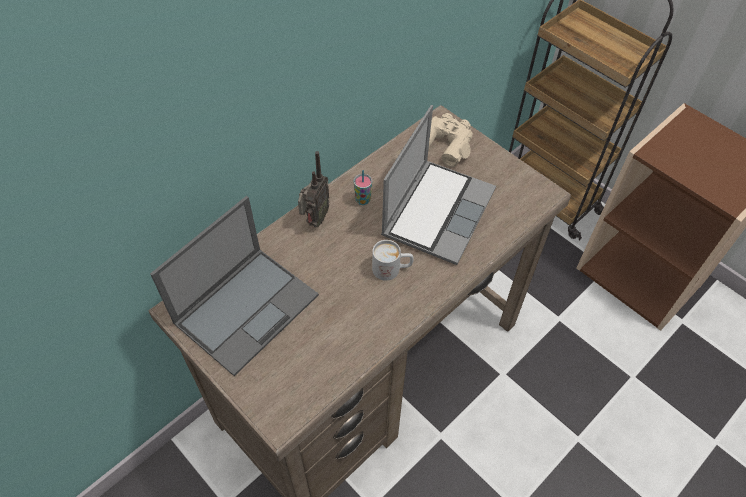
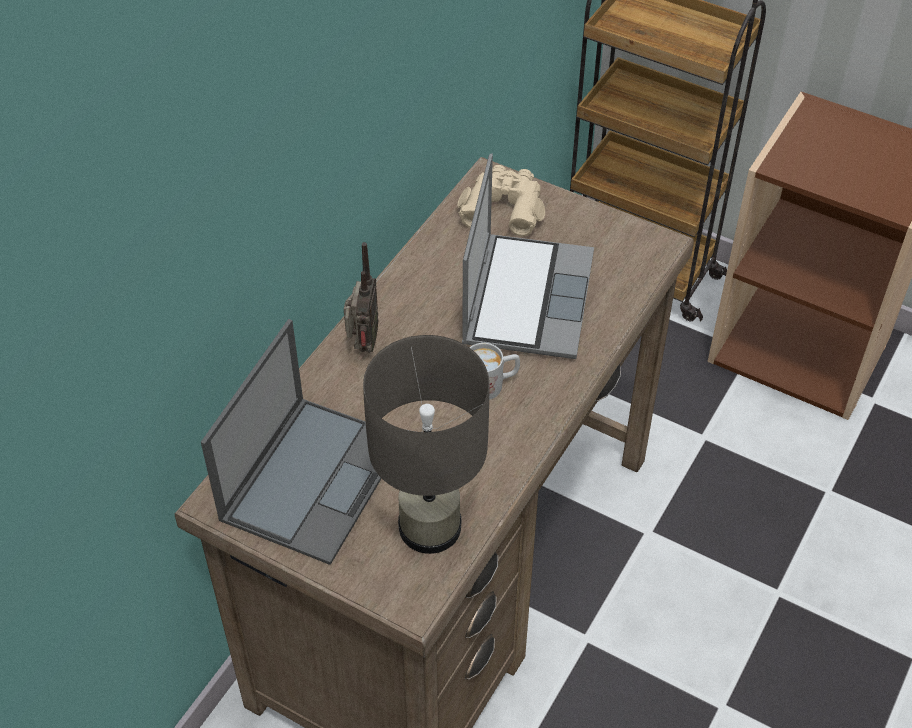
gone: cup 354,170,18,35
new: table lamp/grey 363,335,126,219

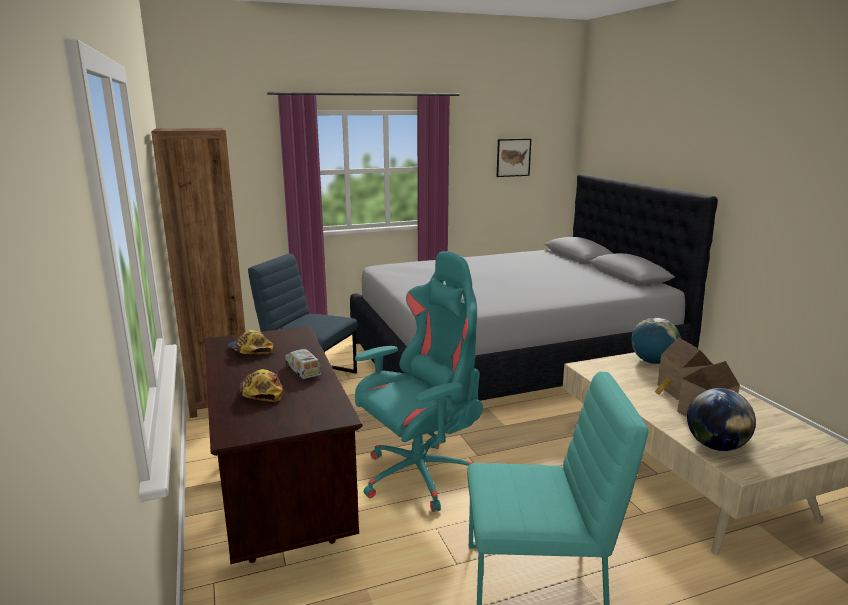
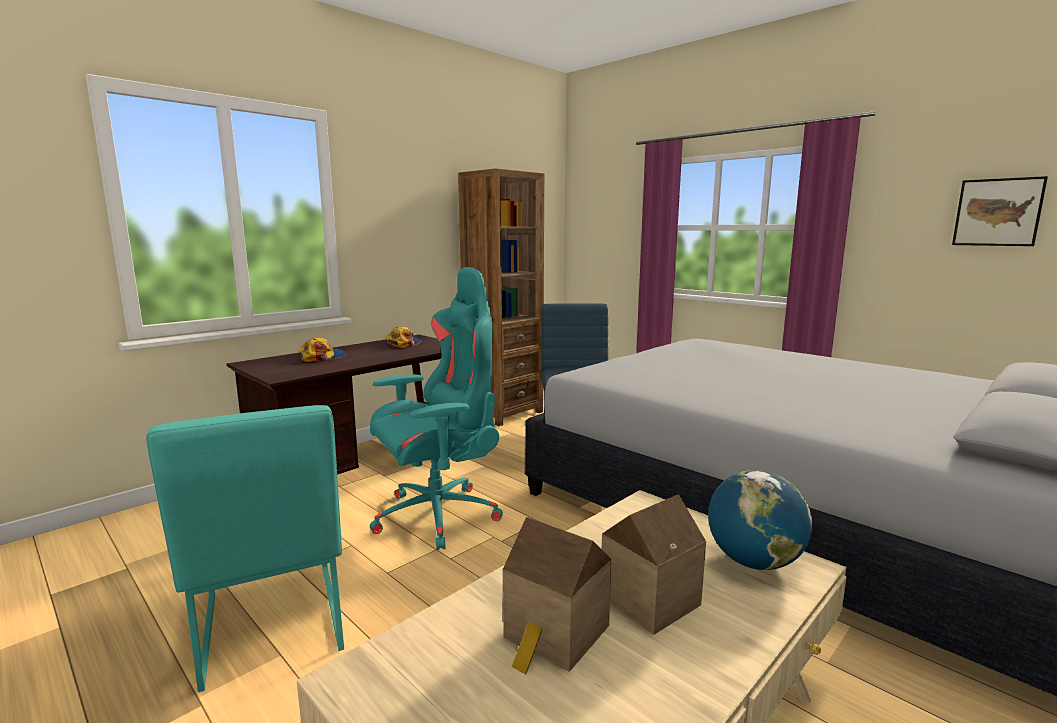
gone: toy truck 285,349,36,30; globe 687,388,69,63
rotated: office chair/turquoise 355,251,128,261 = 370,267,133,283 60 degrees counterclockwise

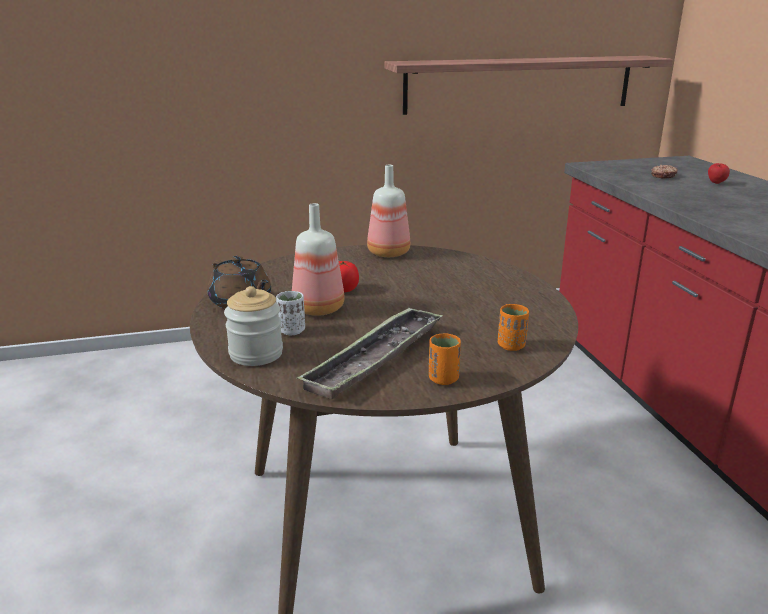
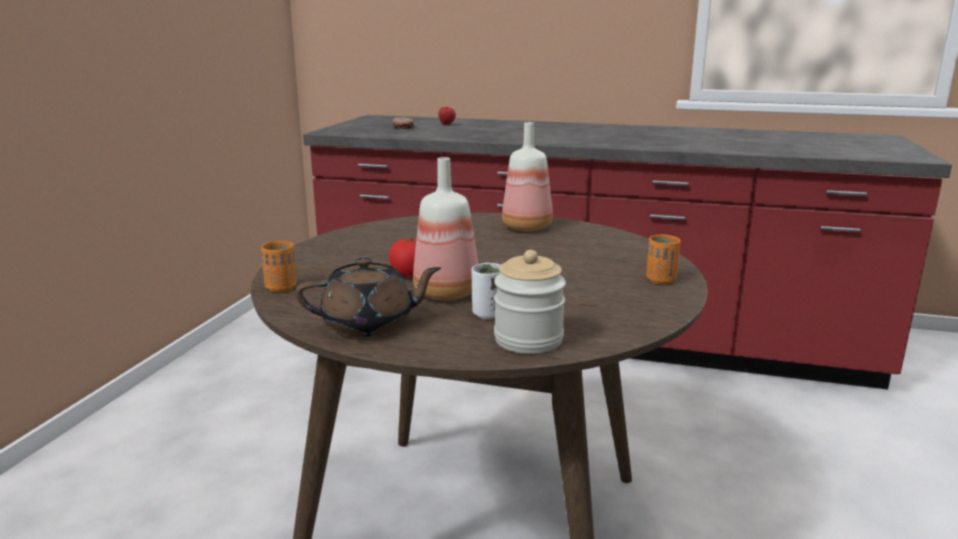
gone: tray 297,307,146,92; shelf 385,56,288,59
shifted: bottle 367,165,43,92 to 502,122,51,109; cup/orange 498,304,31,47 to 261,241,35,51

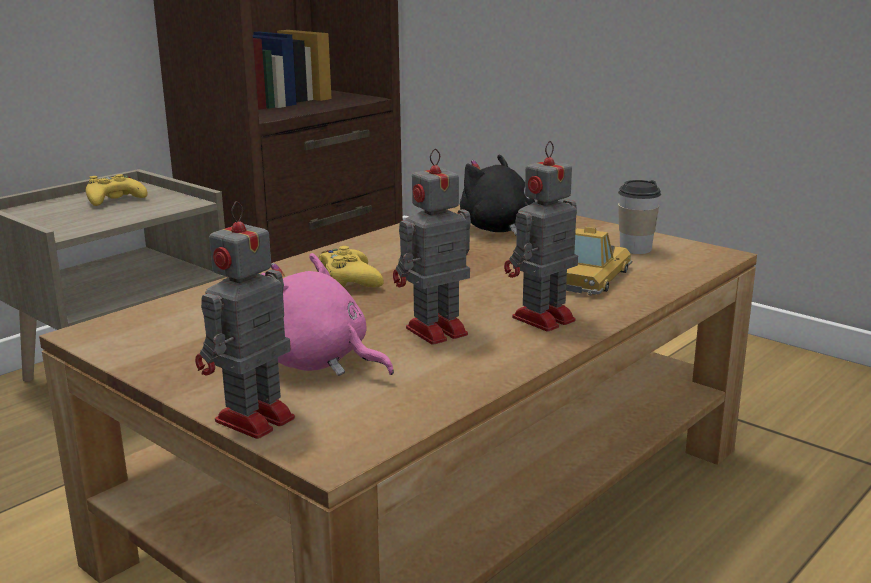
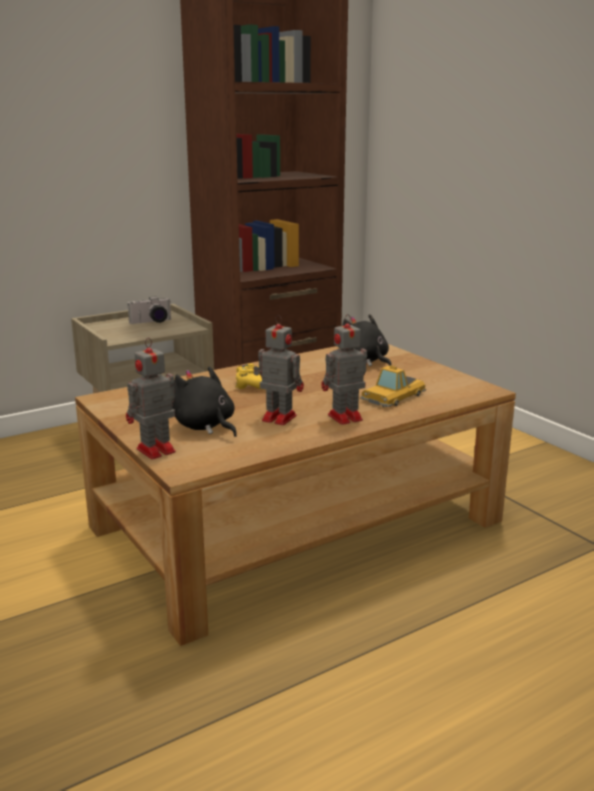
gone: cup 618,180,43,74
swapped: game controller/yellow 86,174,62,32 to photo camera 127,296,44,28
repainted: plush toy/pink 261,253,133,123 to plush toy/black 172,366,65,71
rotated: toy robot 393,148,78,197 = 253,315,51,110 45 degrees clockwise

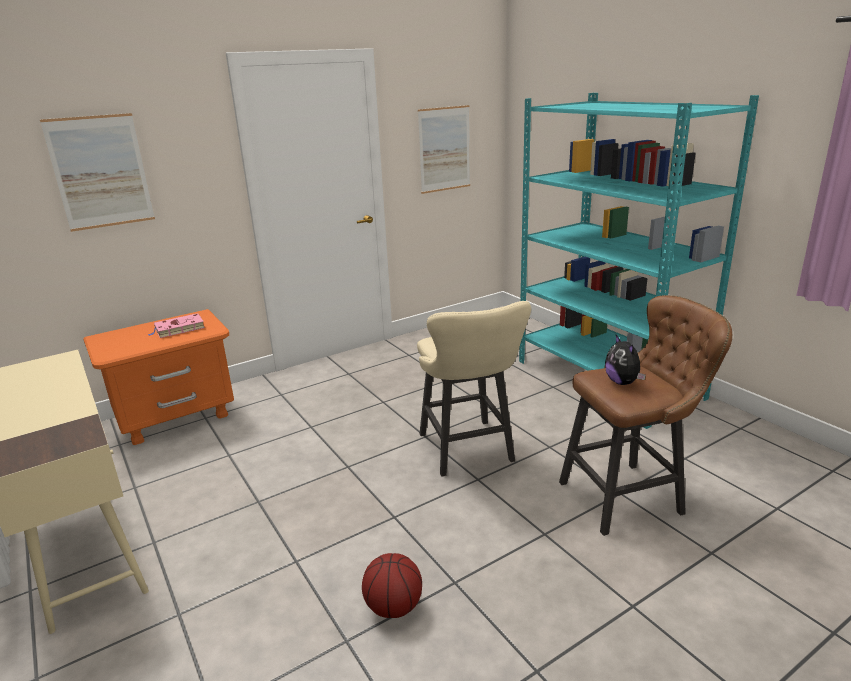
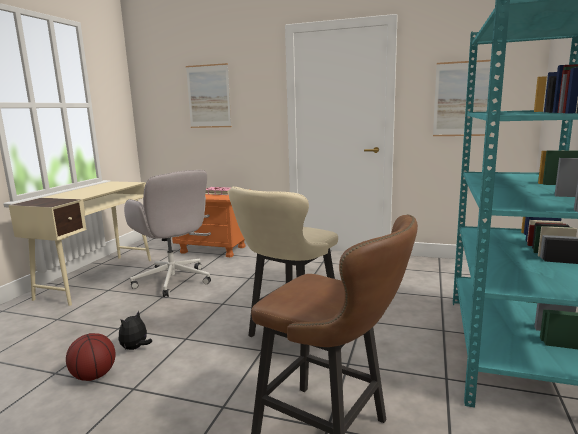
new: office chair/grey 124,170,87,127
shifted: plush toy 605,335,41,50 to 119,310,33,40

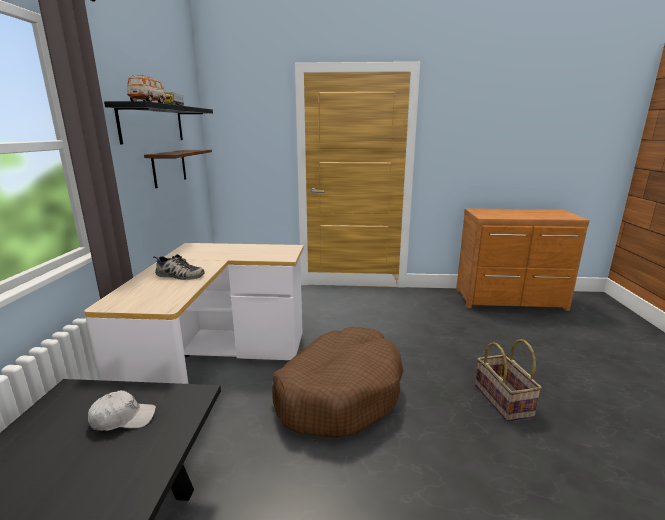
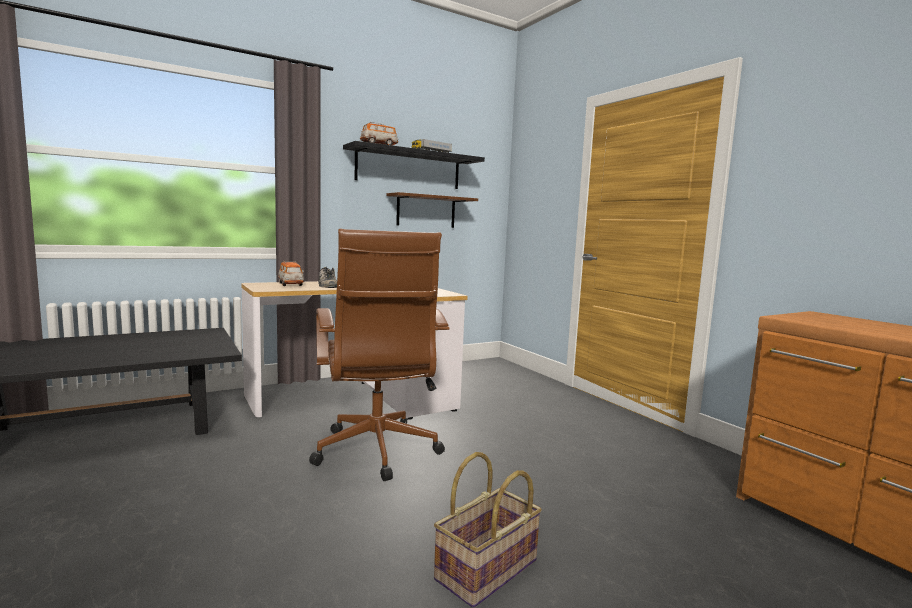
gone: cap/white 88,390,68,41
new: toy car 278,261,26,25
swapped: dog bed/brown 272,327,131,110 to office chair/brown 309,229,140,252

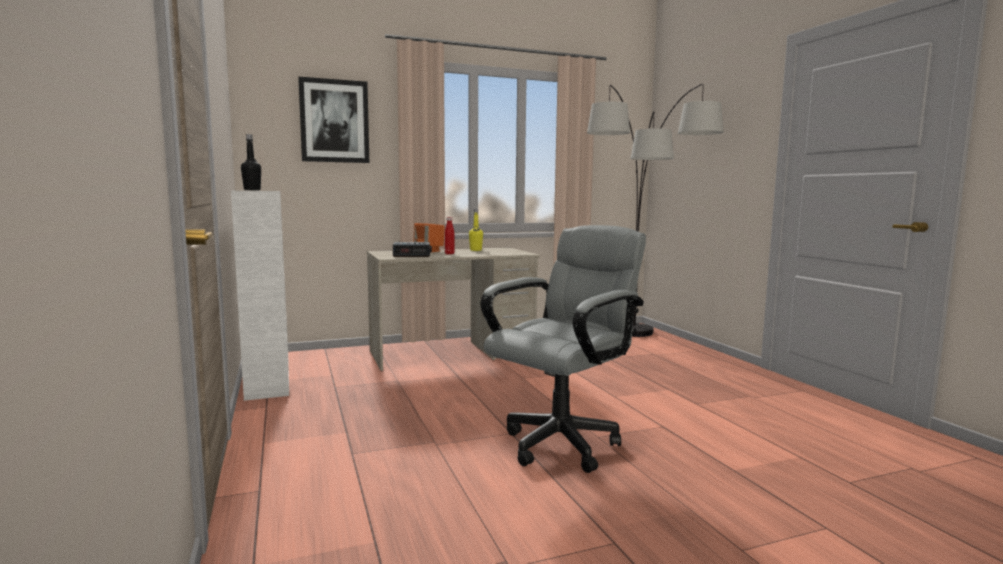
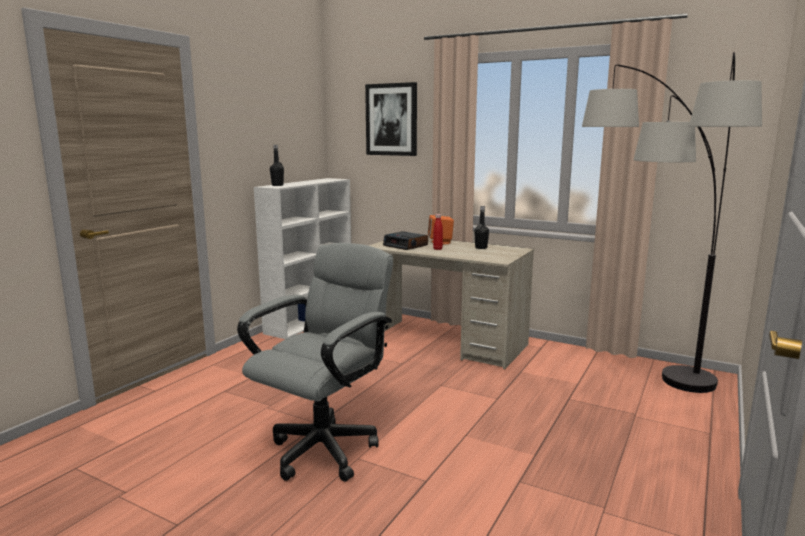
repainted: bottle/yellow 469,209,14,42 to bottle/black 474,206,15,43
rotated: office chair/grey 481,225,165,248 = 237,243,156,239 60 degrees counterclockwise

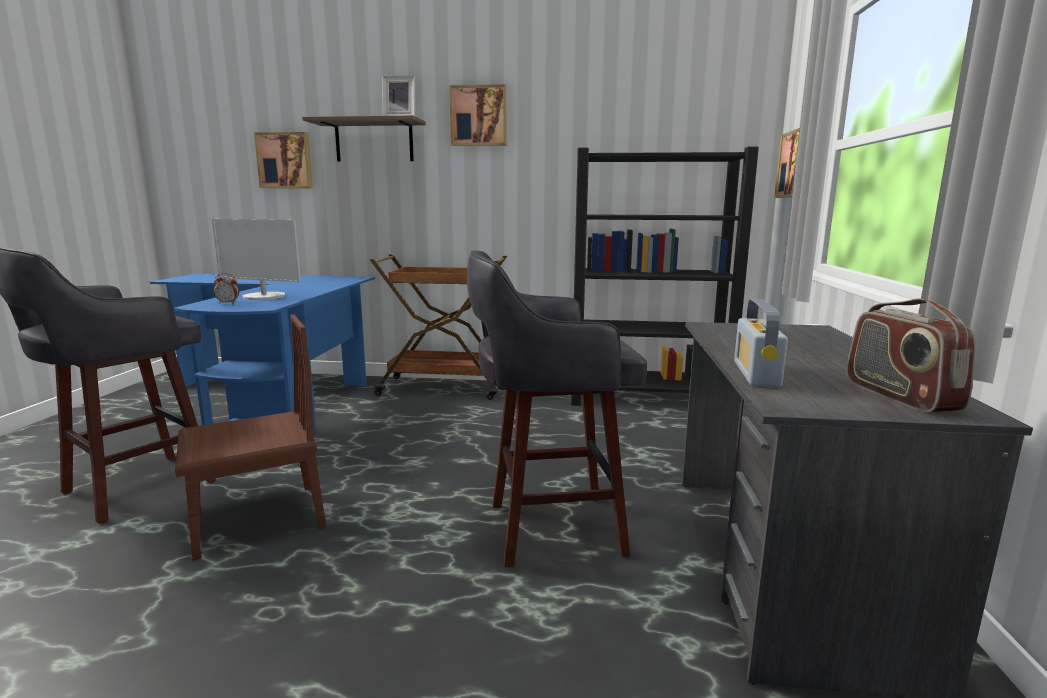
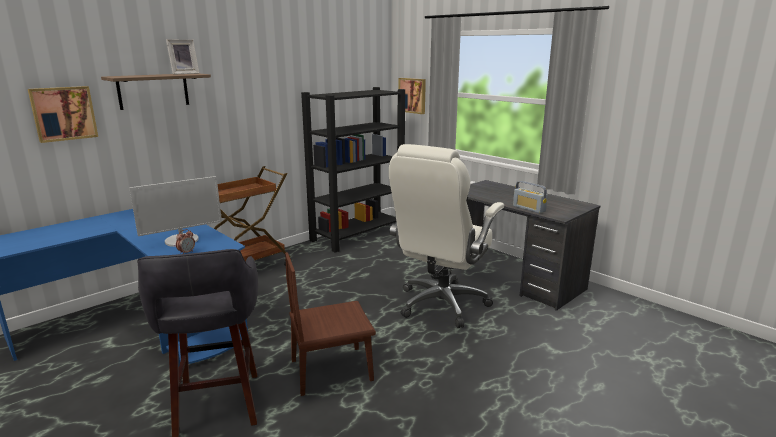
gone: picture 449,84,58,62; radio 846,298,130,115
swapped: stool/grey 467,251,180,316 to office chair/white 389,144,115,184
rotated: chair/brown 175,314,151,246 = 285,252,91,144 120 degrees counterclockwise

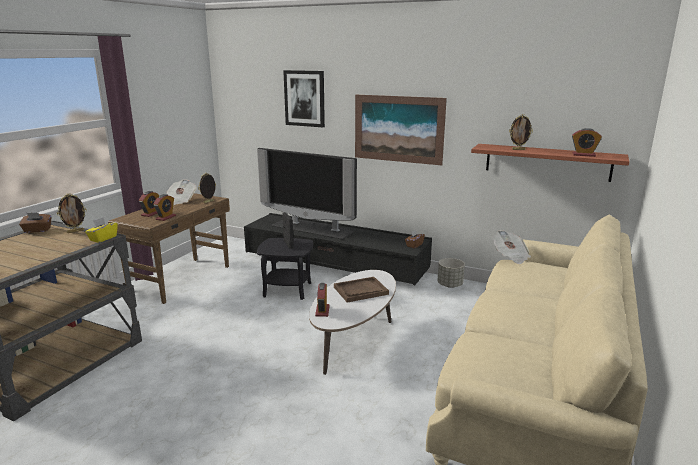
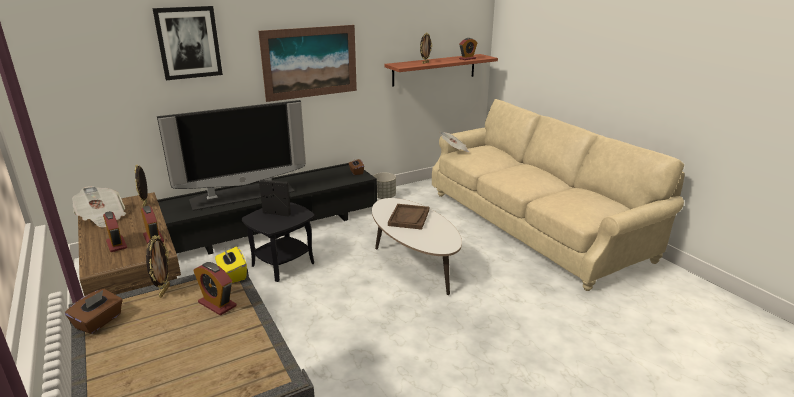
shifted: alarm clock 315,283,15,34 to 194,262,43,54

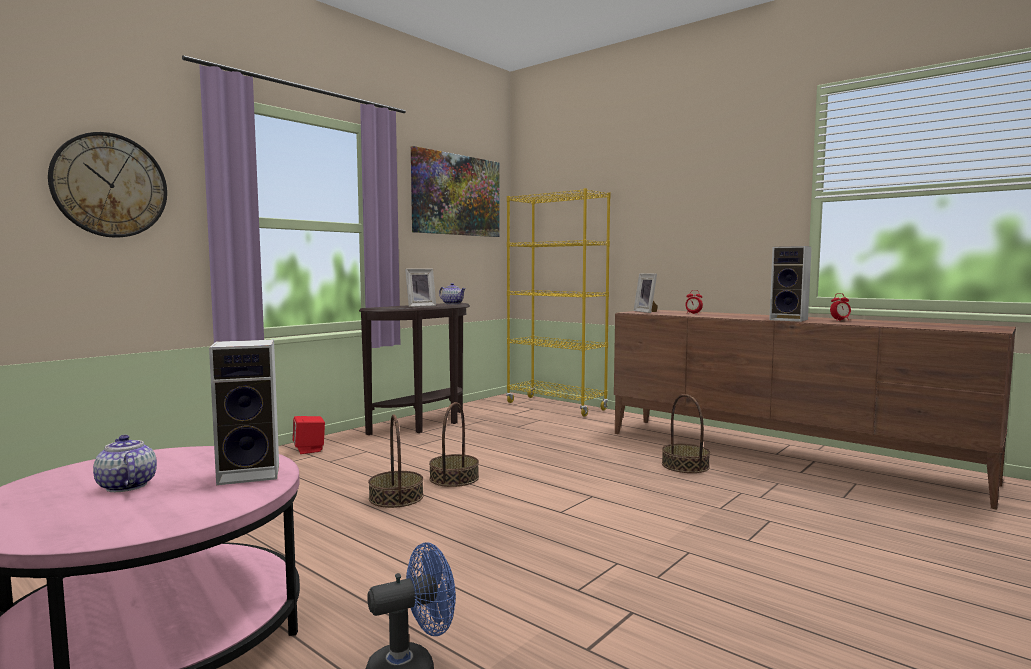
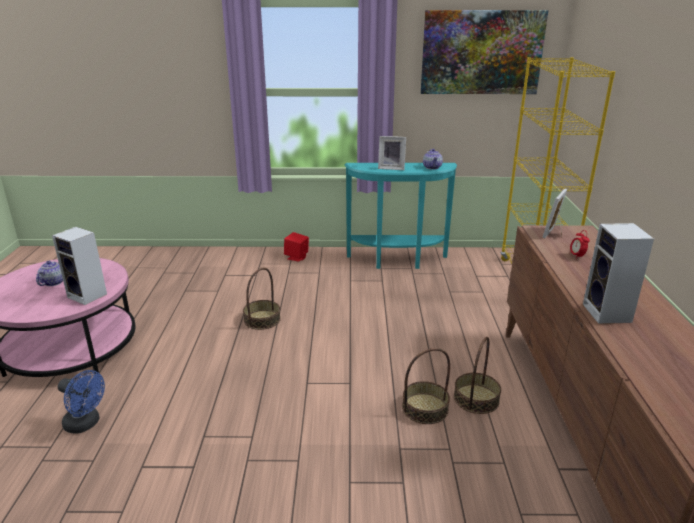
gone: wall clock 48,132,119,106; alarm clock 830,293,21,28
shifted: basket 429,402,50,85 to 402,348,48,76
repainted: console table/brown 359,303,111,132 to console table/turquoise 344,163,113,106

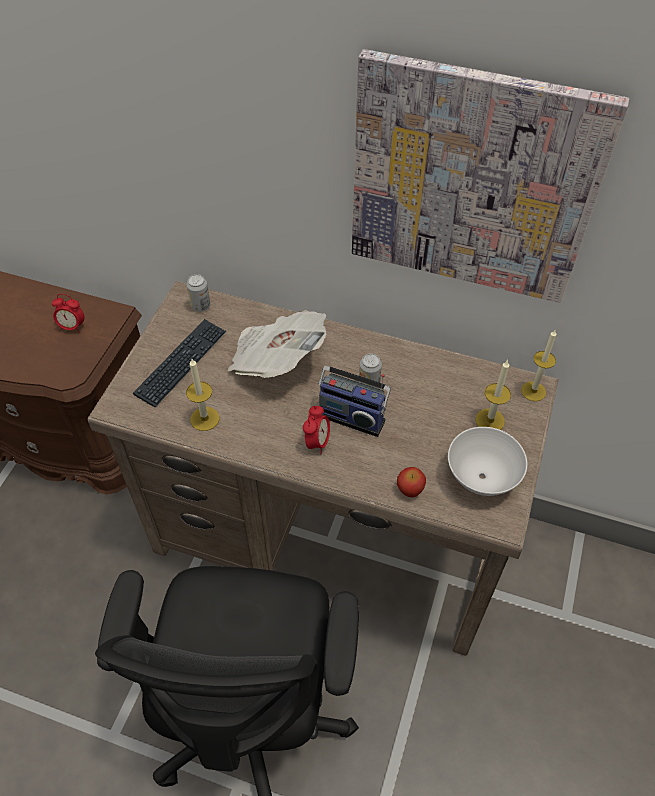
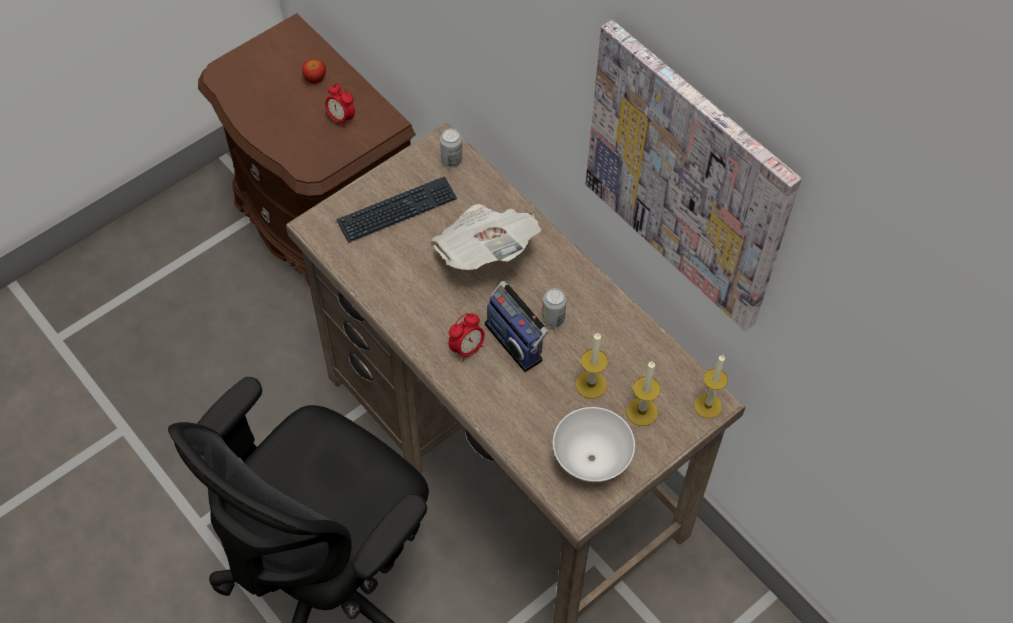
shifted: candle 186,359,33,72 to 576,333,32,66; apple 397,467,29,30 to 302,59,24,25

